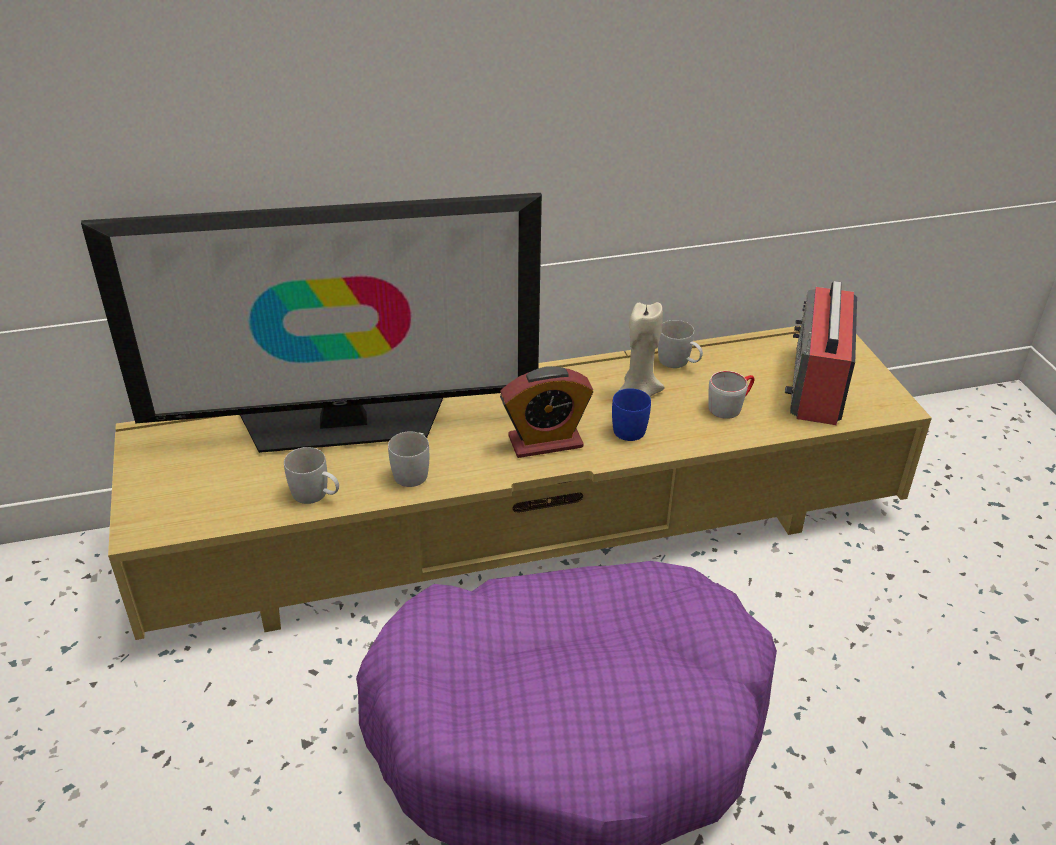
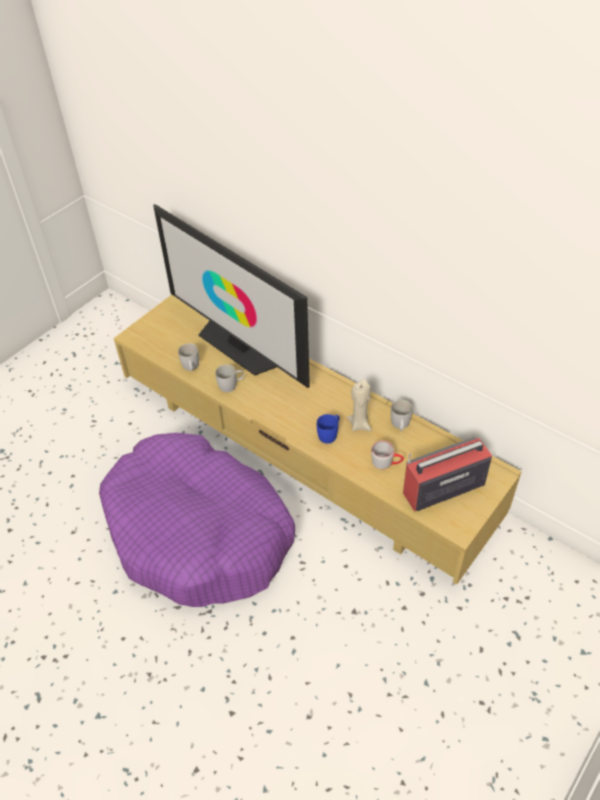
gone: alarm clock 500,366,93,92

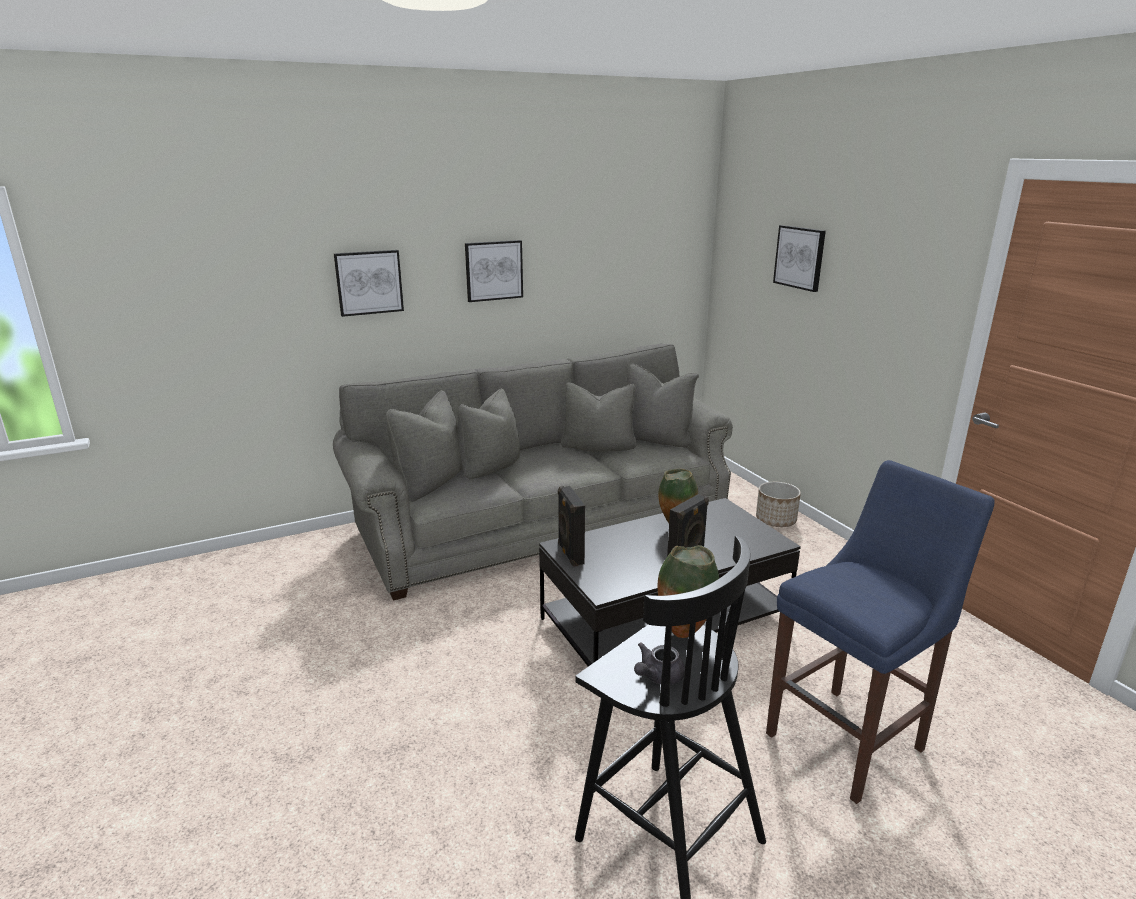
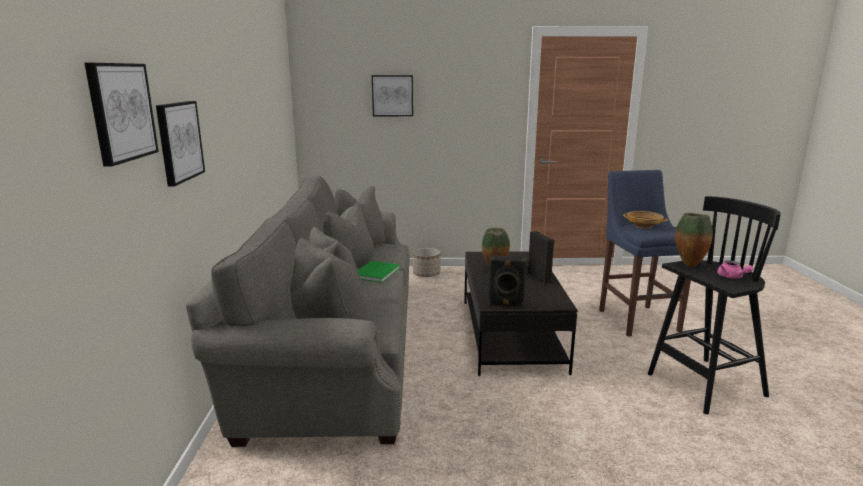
new: book/green 358,261,42,22; bowl/beige 623,211,45,17
shifted: picture 465,240,58,62 to 84,63,75,103
repainted: teapot/grey 634,643,51,42 to teapot/pink 717,260,36,19

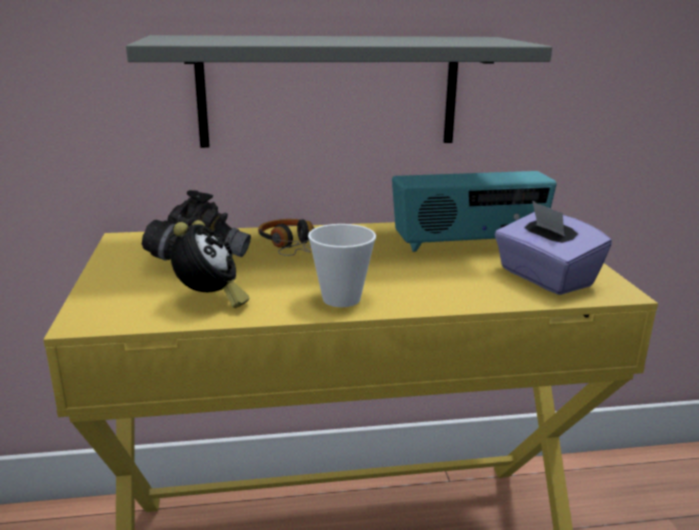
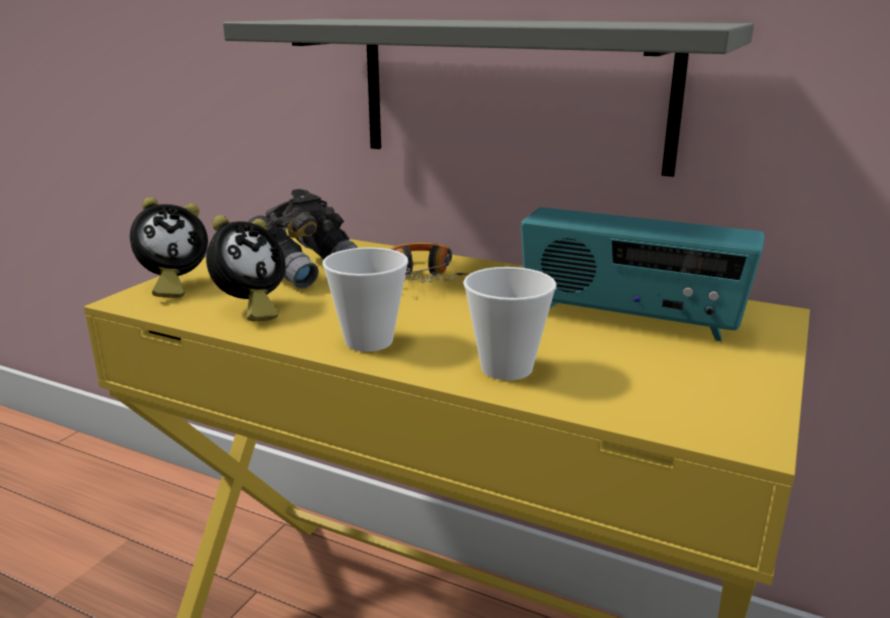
gone: tissue box/purple 495,200,117,95
new: alarm clock 130,197,78,101; cup 463,267,93,113

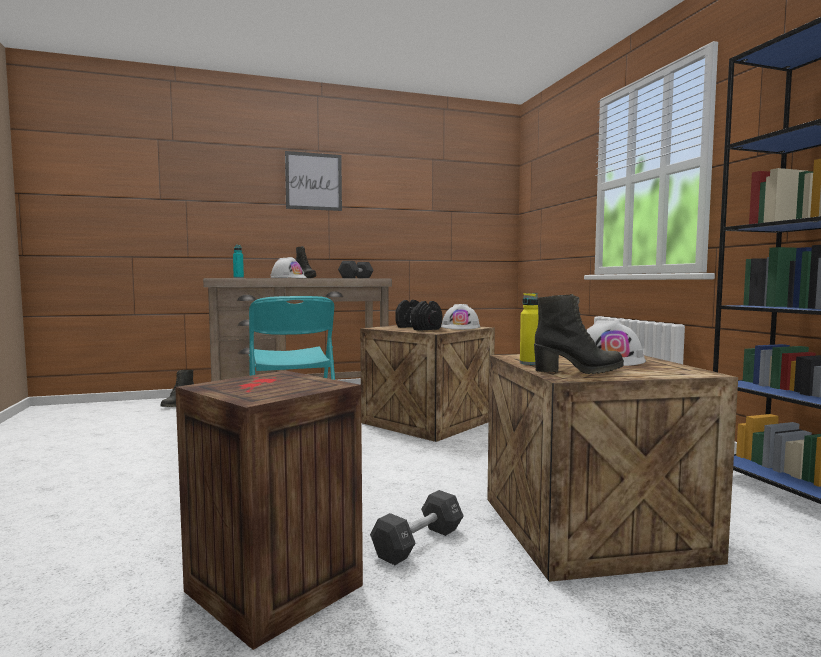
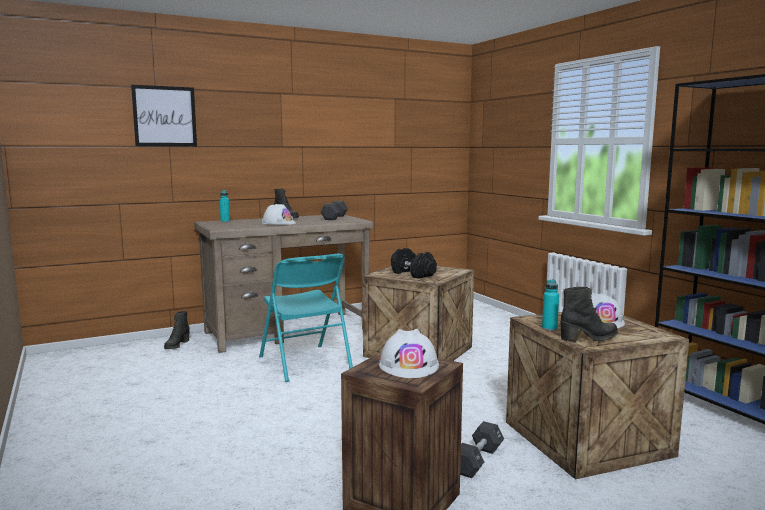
shifted: picture 285,151,57,60 to 131,85,66,61; hard hat/white 441,304,39,25 to 379,329,60,49
repainted: bottle/yellow 520,293,18,72 to bottle/turquoise 542,279,17,52

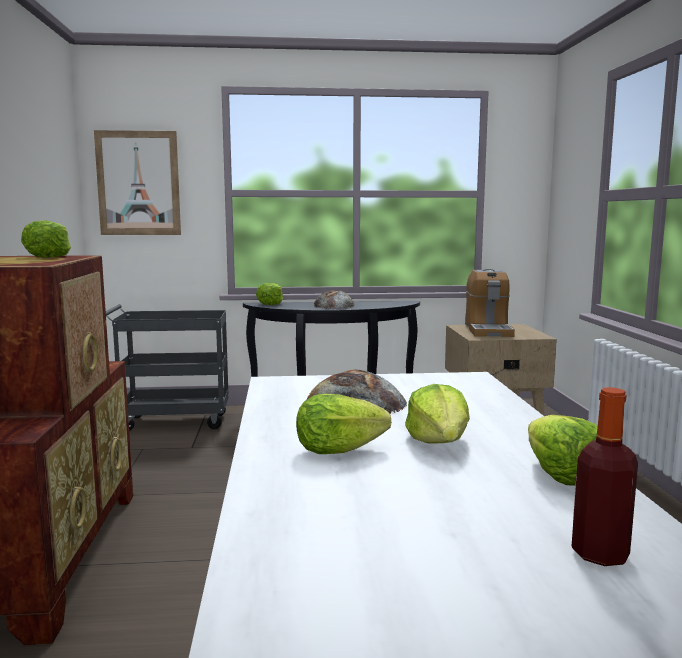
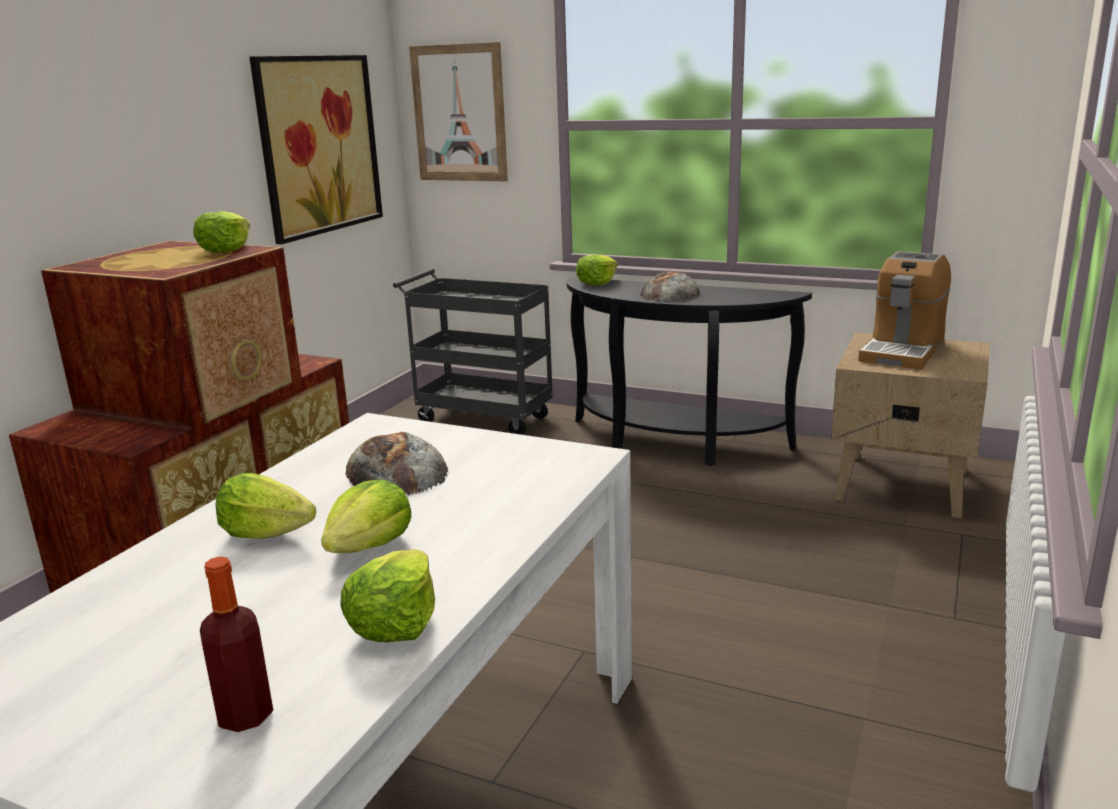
new: picture 249,55,134,189

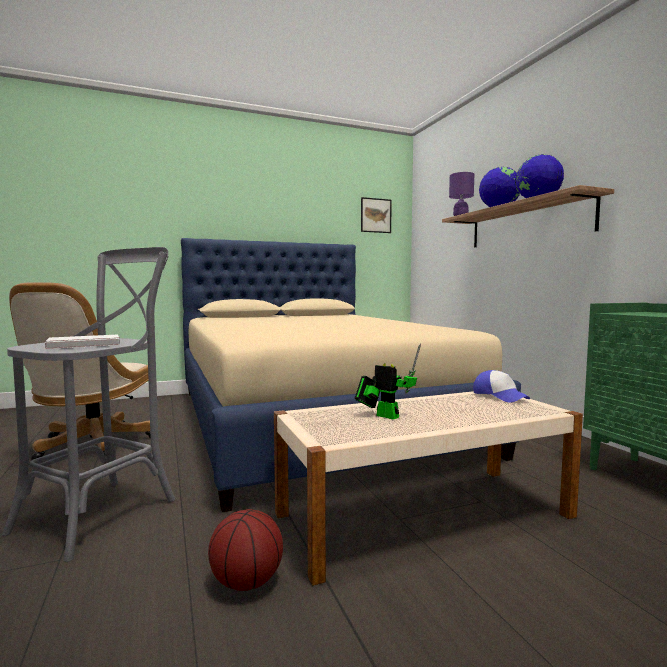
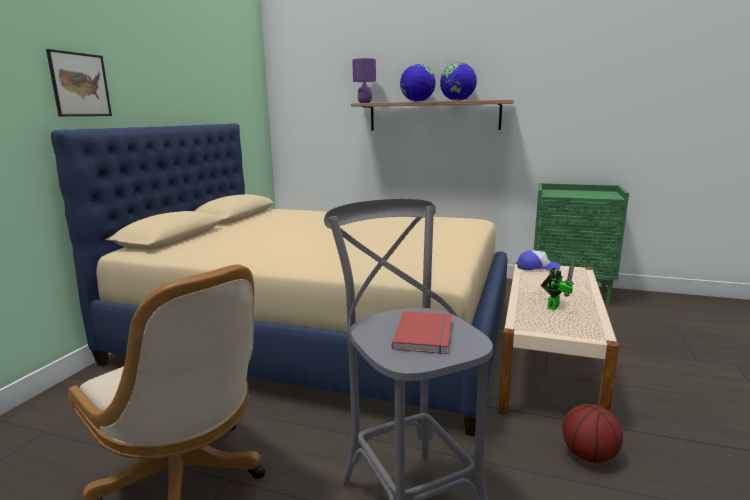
shifted: picture 361,197,31,36 to 46,49,66,67
repainted: book/white 45,335,75,14 to book/red 392,311,60,43
rotated: toy robot 355,343,66,77 = 541,261,33,49 135 degrees clockwise

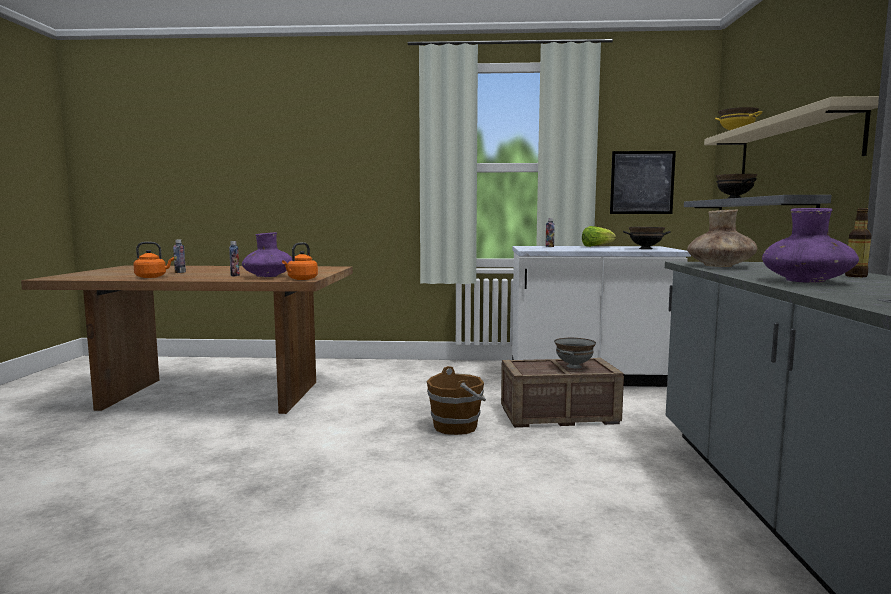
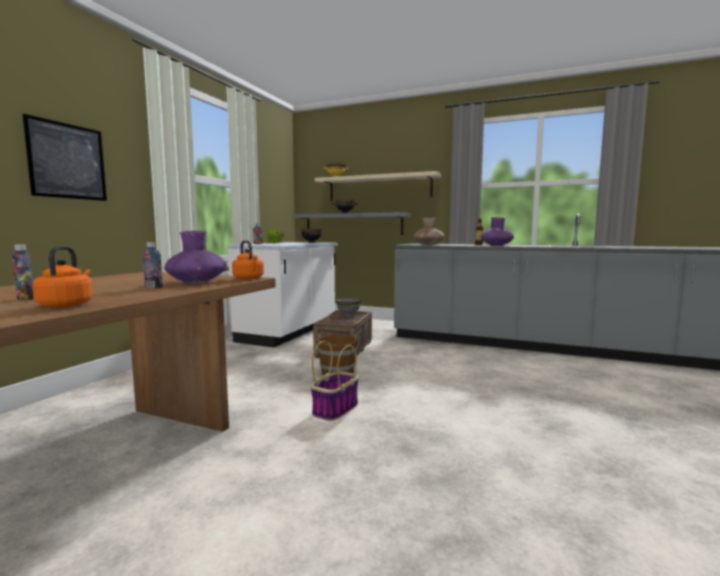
new: basket 310,341,49,80
shifted: picture 610,151,66,63 to 23,114,84,87

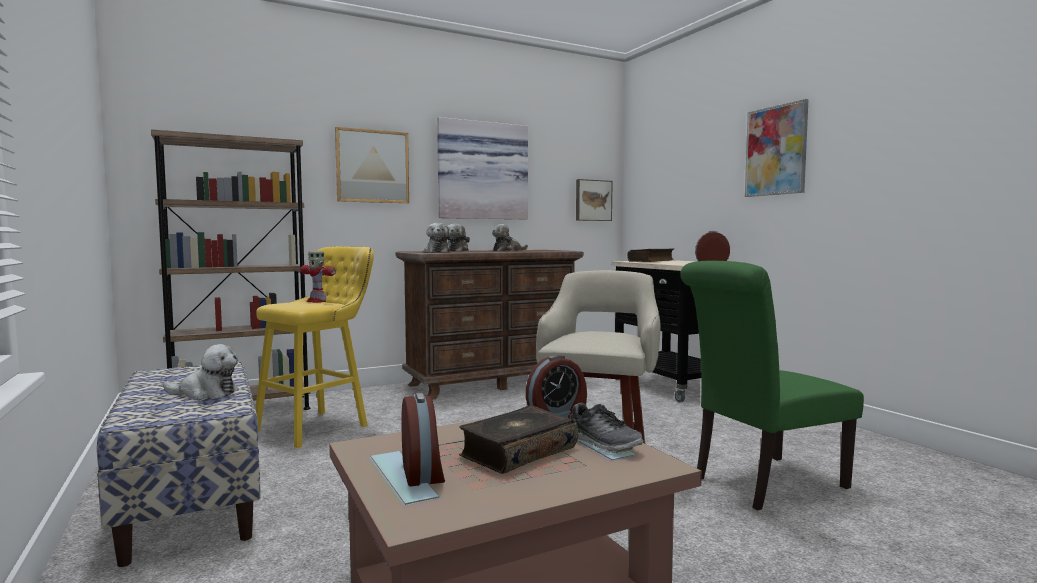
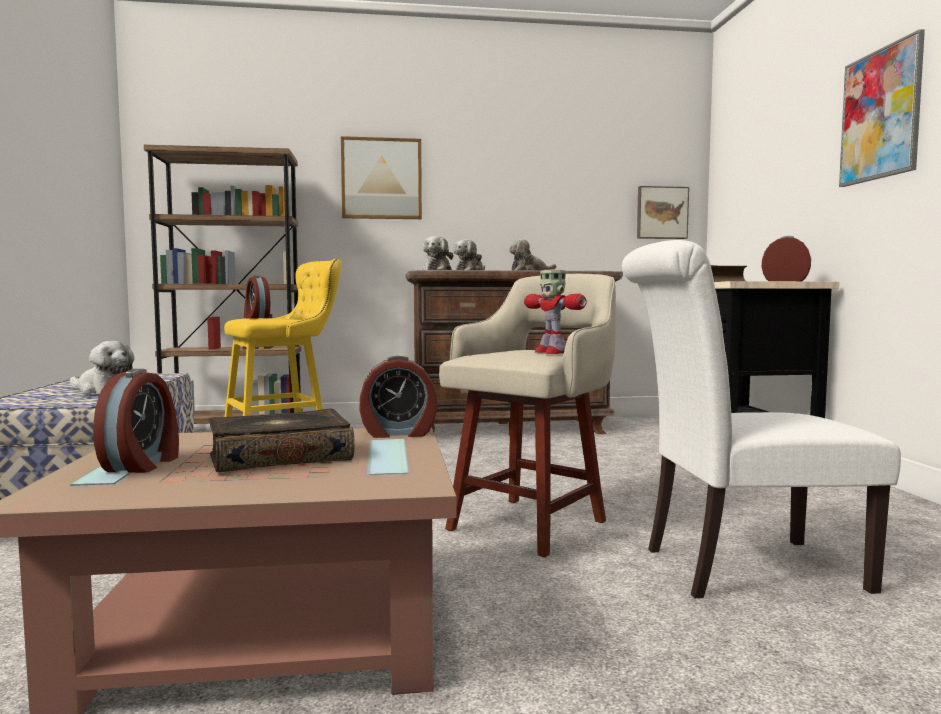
gone: picture 437,117,91,102; shoe 571,403,73,50
new: alarm clock 244,275,26,44
shifted: toy robot 300,251,36,52 to 524,270,63,84
repainted: chair/green 680,261,184,250 to chair/white 622,240,279,358

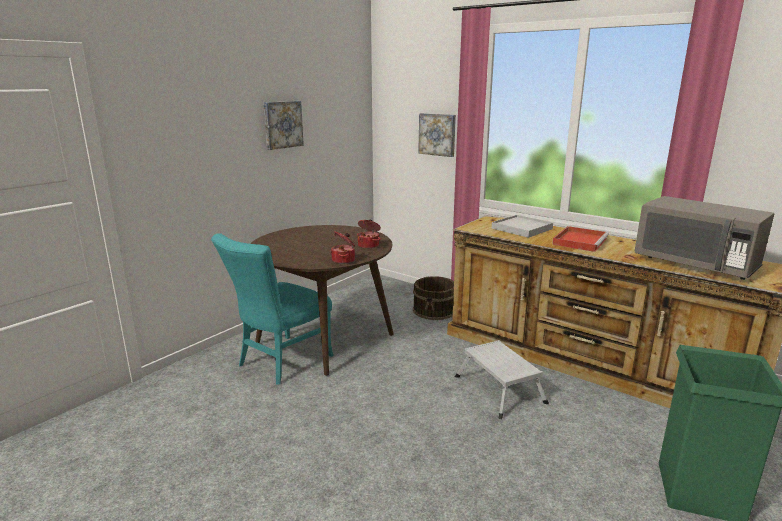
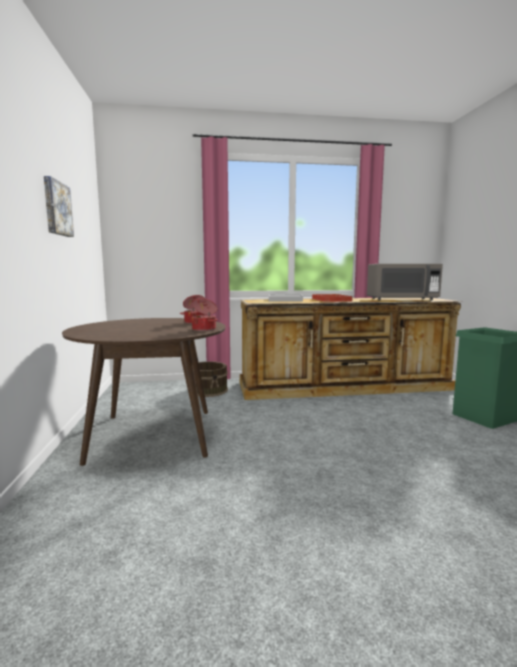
gone: chair/turquoise 211,233,123,152; picture 418,113,38,44; step ladder/white 455,340,94,79

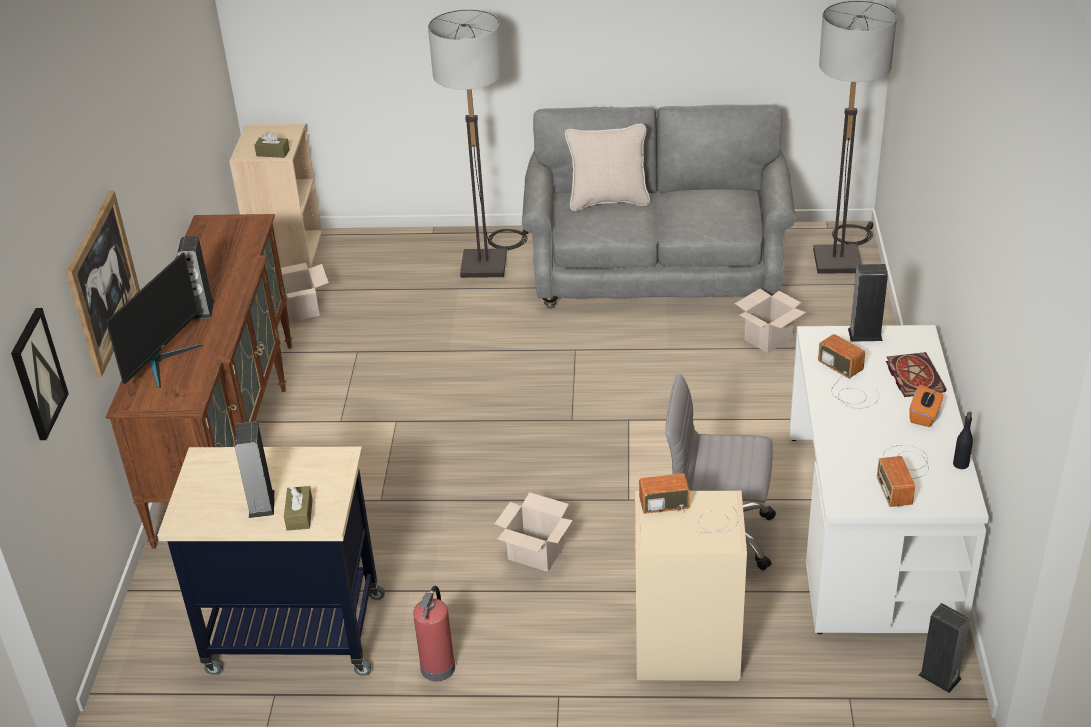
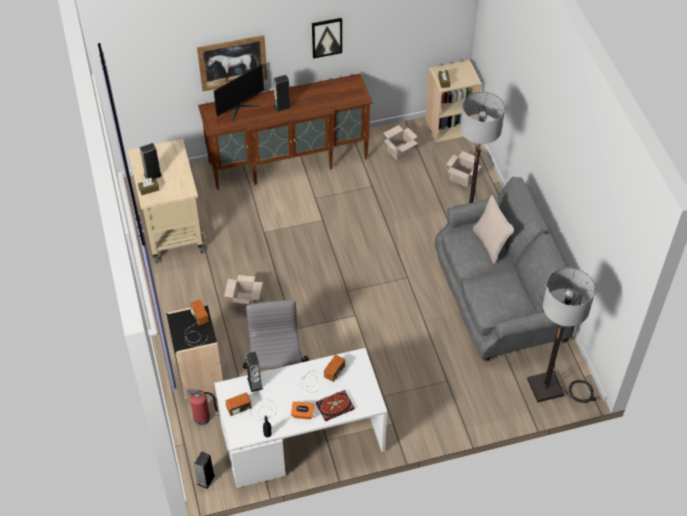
shifted: picture 11,308,58,132 to 312,18,30,41; fire extinguisher 413,586,42,96 to 186,390,33,35; cardboard box 735,289,71,64 to 446,151,35,36; speaker 848,264,40,78 to 245,352,18,40
repainted: cart/blue 157,447,228,229 to cart/beige 128,139,75,124; bookcase/beige 635,490,112,191 to bookcase/black 166,304,57,95
rotated: monitor 106,252,97,136 = 214,64,50,58 45 degrees counterclockwise

